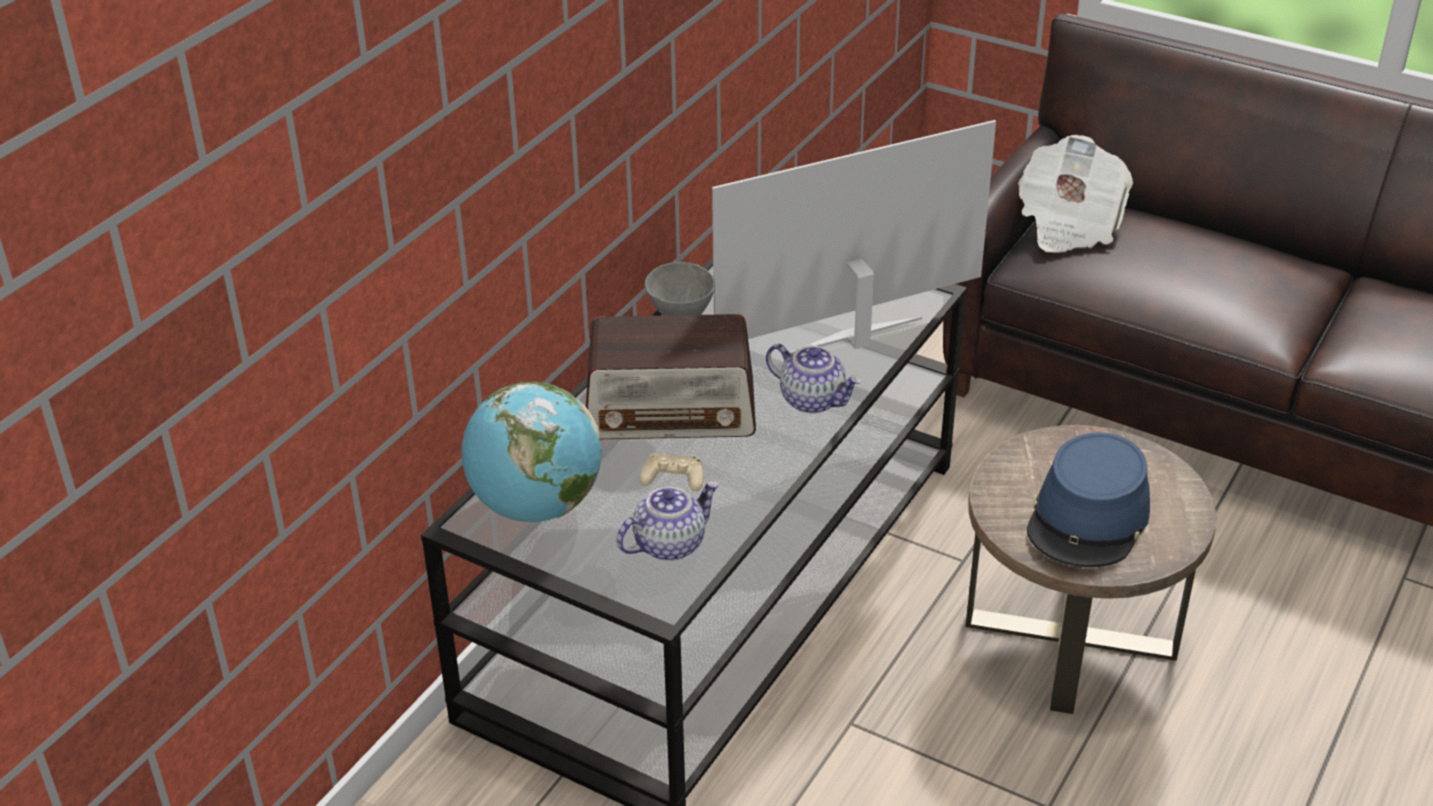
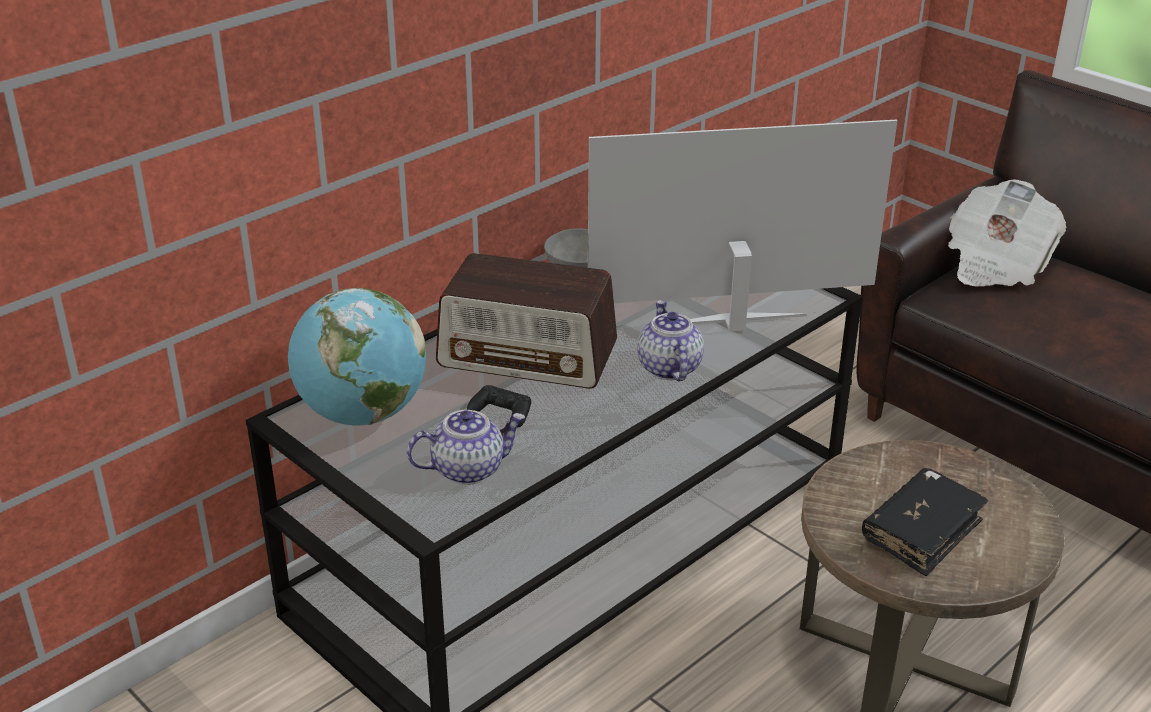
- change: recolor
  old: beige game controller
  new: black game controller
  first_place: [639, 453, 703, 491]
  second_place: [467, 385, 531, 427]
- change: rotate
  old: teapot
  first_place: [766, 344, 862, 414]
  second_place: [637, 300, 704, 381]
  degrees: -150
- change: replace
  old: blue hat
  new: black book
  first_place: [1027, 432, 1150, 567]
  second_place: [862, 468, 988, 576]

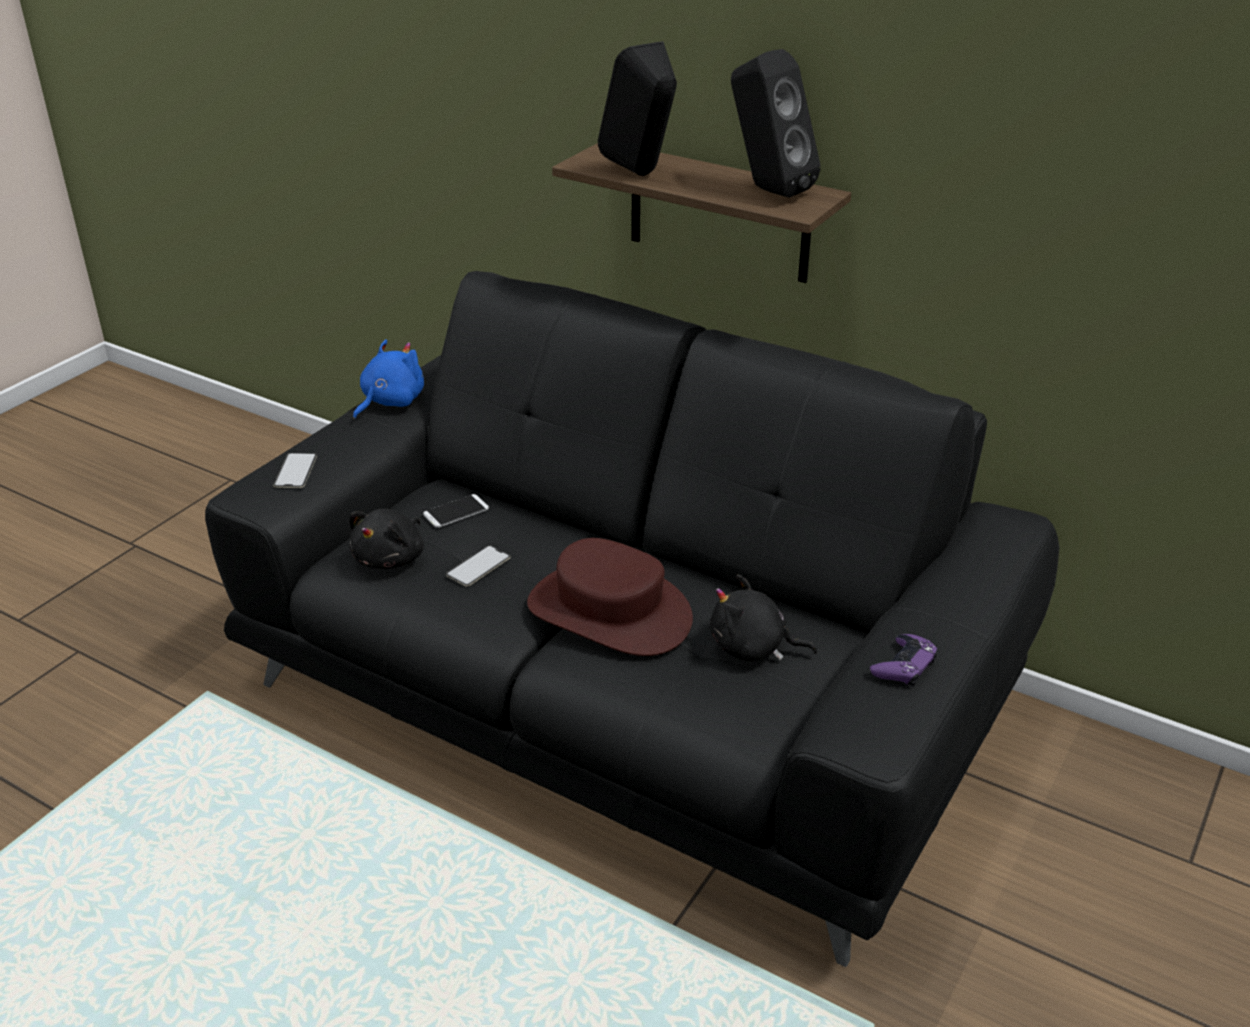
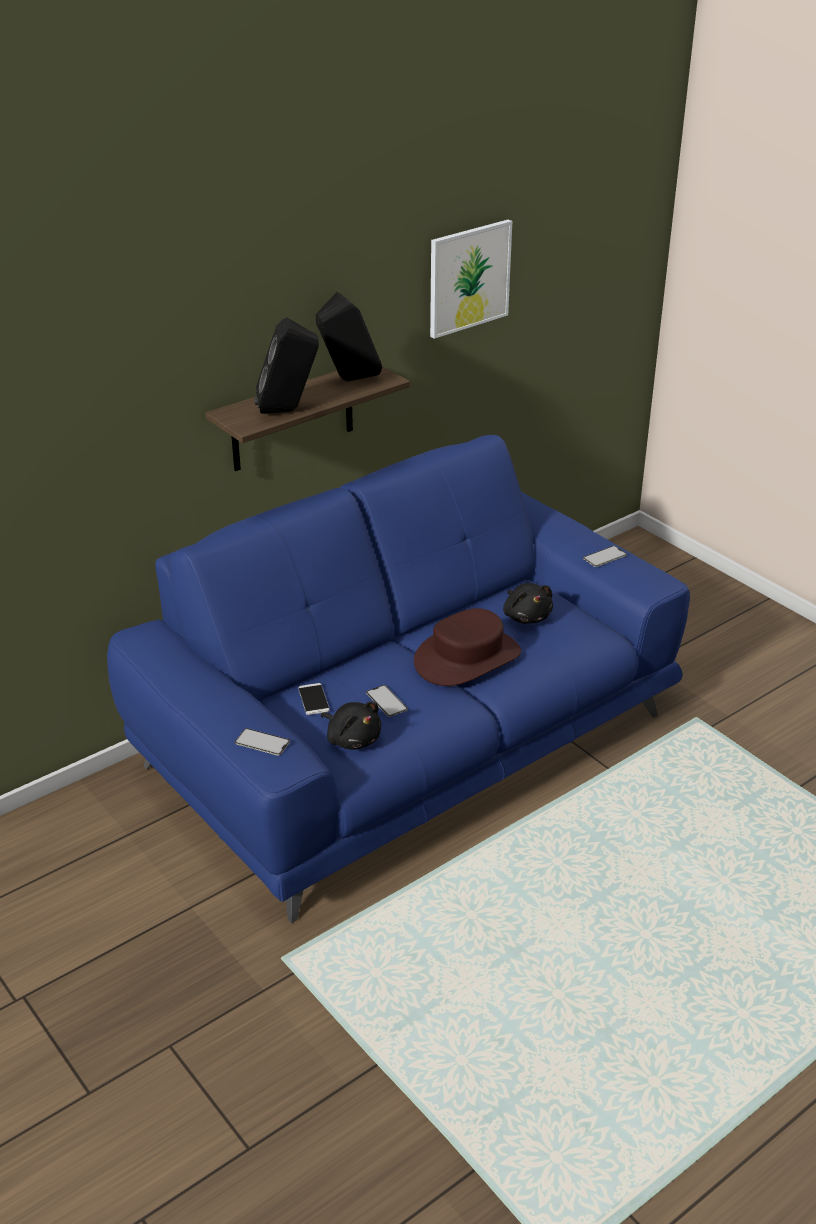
- change: recolor
  old: black sofa
  new: blue sofa
  first_place: [205, 271, 1059, 967]
  second_place: [107, 435, 690, 923]
- change: insert
  new: picture
  second_place: [430, 220, 512, 339]
- change: rotate
  old: black plush toy
  first_place: [710, 574, 817, 662]
  second_place: [503, 583, 553, 624]
  degrees: -60
- change: replace
  old: purple game controller
  new: phone
  first_place: [870, 634, 938, 687]
  second_place: [583, 546, 627, 567]
- change: delete
  old: blue plush toy
  first_place: [353, 339, 424, 420]

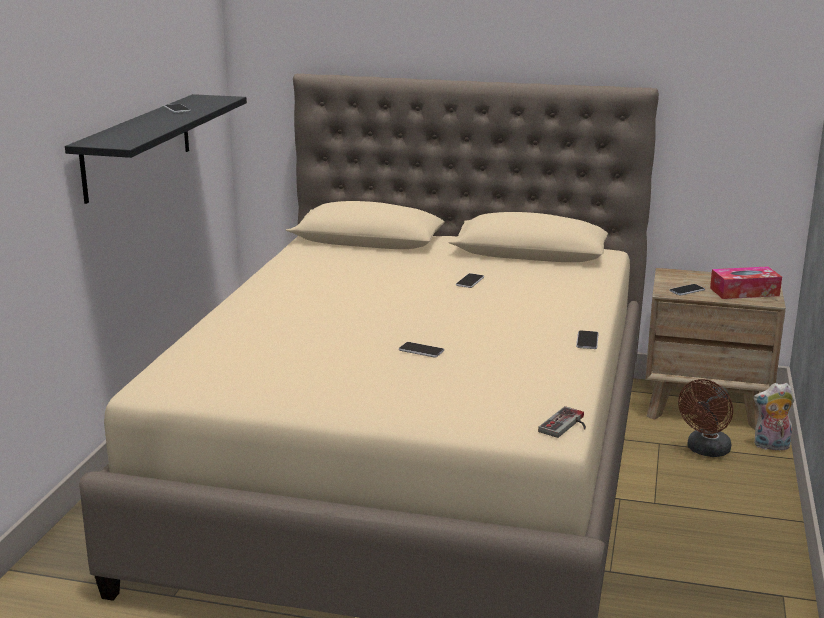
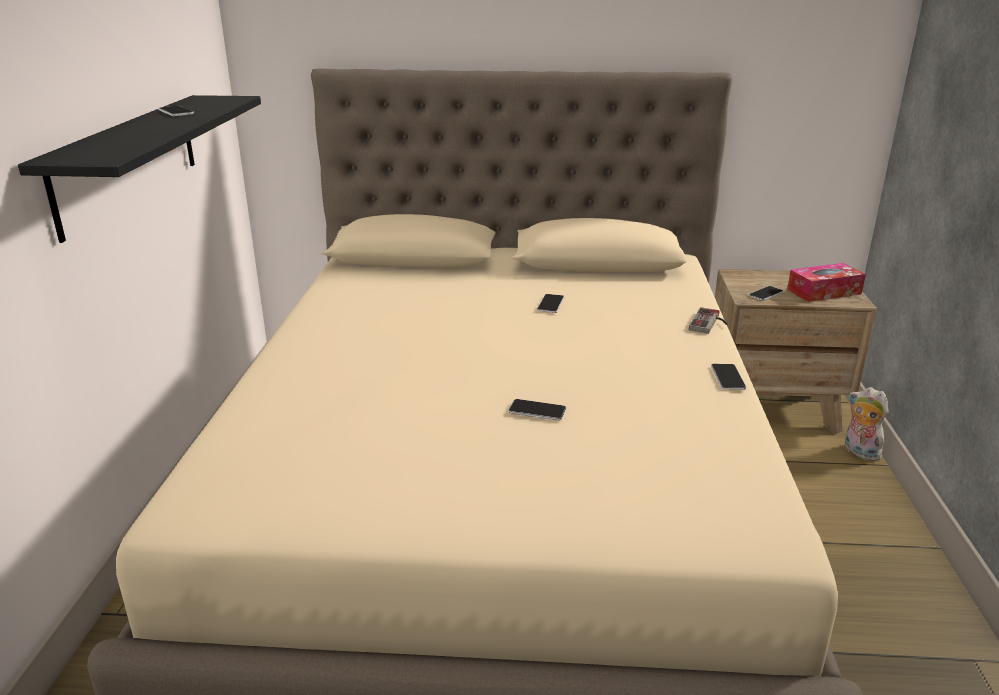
- change: move
  old: game controller
  first_place: [538, 406, 586, 438]
  second_place: [689, 307, 727, 334]
- change: rotate
  old: plush toy
  first_place: [753, 383, 794, 450]
  second_place: [845, 387, 889, 461]
  degrees: 60
- change: delete
  old: brown fan
  first_place: [678, 379, 733, 457]

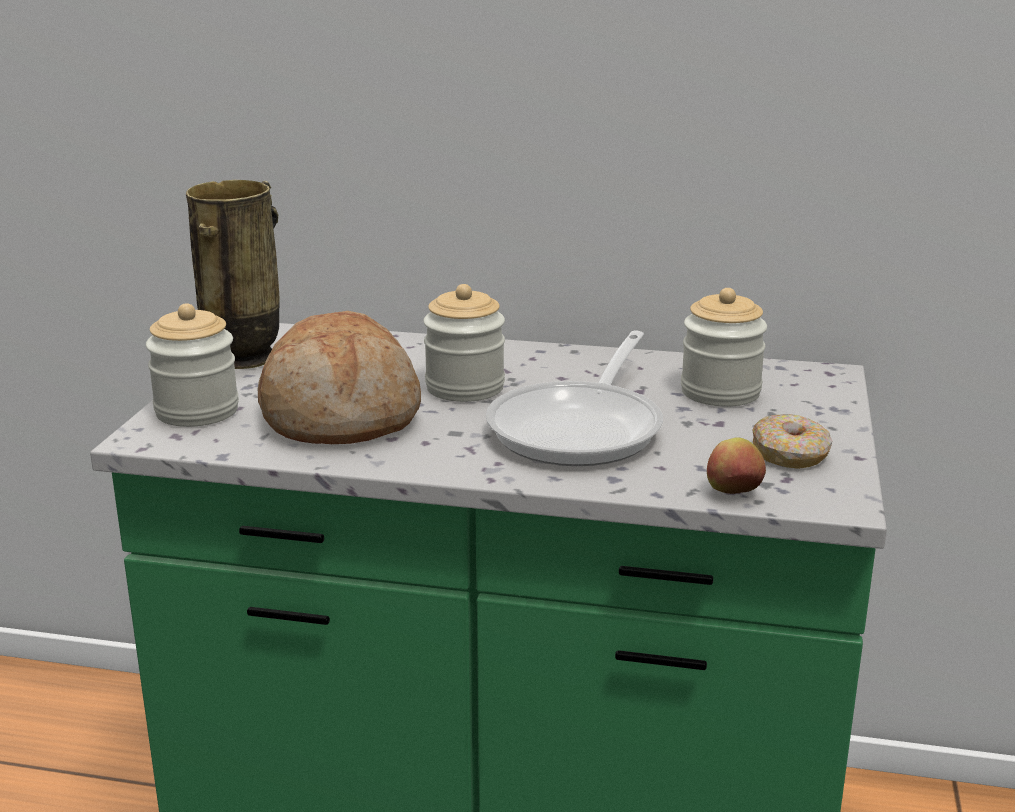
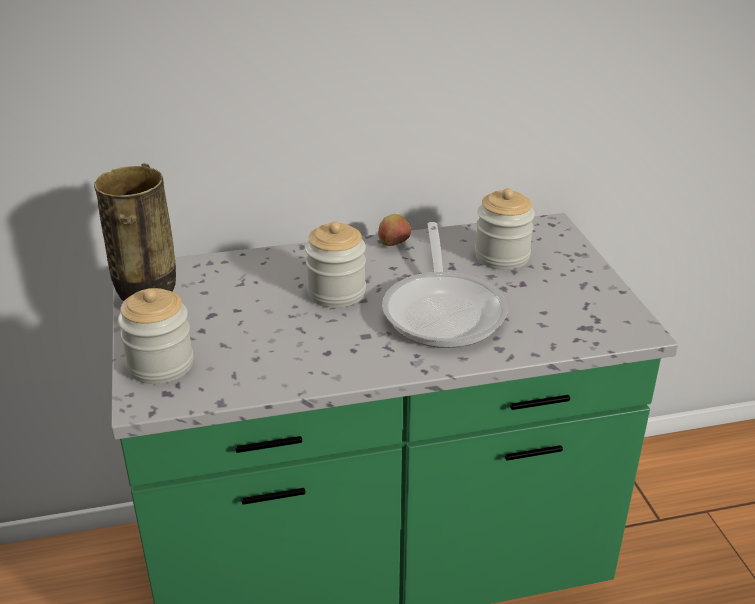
- change: move
  old: apple
  first_place: [707, 437, 766, 494]
  second_place: [378, 214, 411, 246]
- change: delete
  old: bread
  first_place: [258, 311, 421, 444]
- change: delete
  old: donut
  first_place: [753, 414, 832, 469]

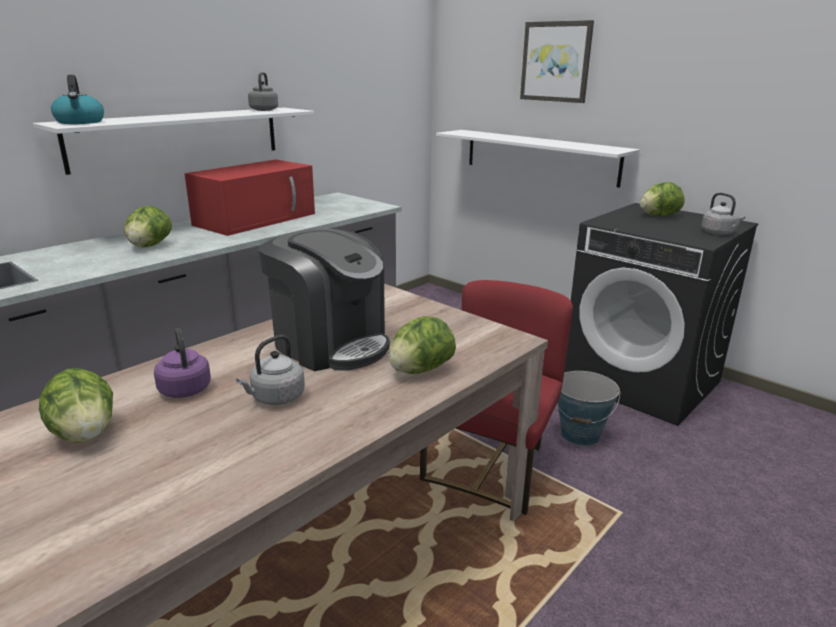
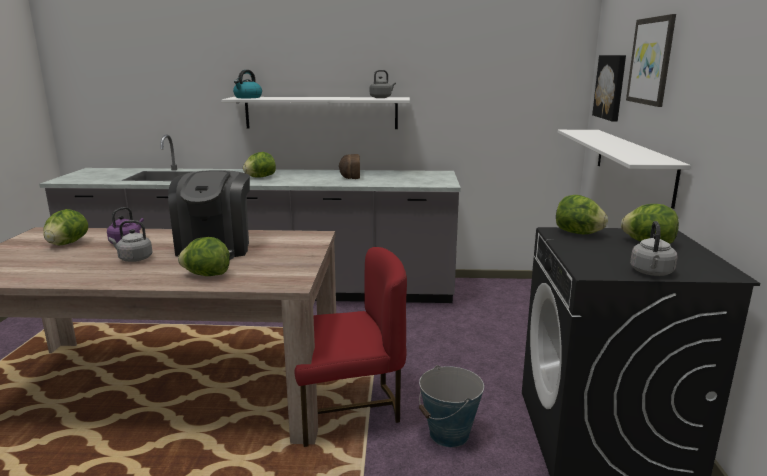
- change: replace
  old: red microwave
  new: bread
  first_place: [185, 160, 315, 236]
  second_place: [339, 154, 360, 179]
- change: insert
  new: lettuce
  second_place: [556, 195, 608, 234]
- change: insert
  new: picture
  second_place: [592, 55, 626, 121]

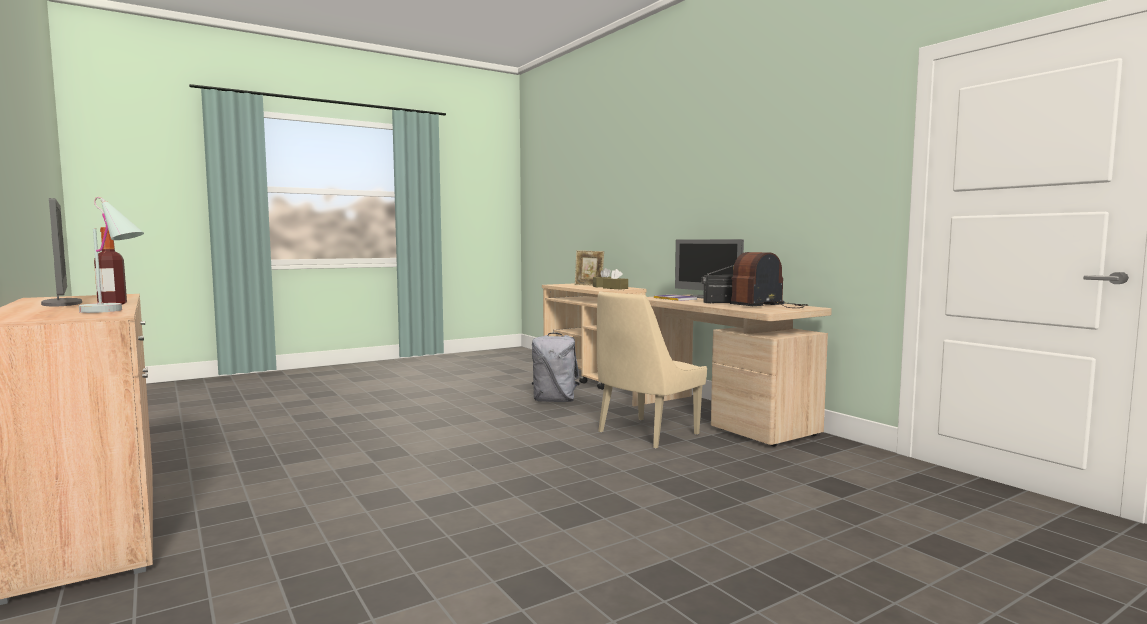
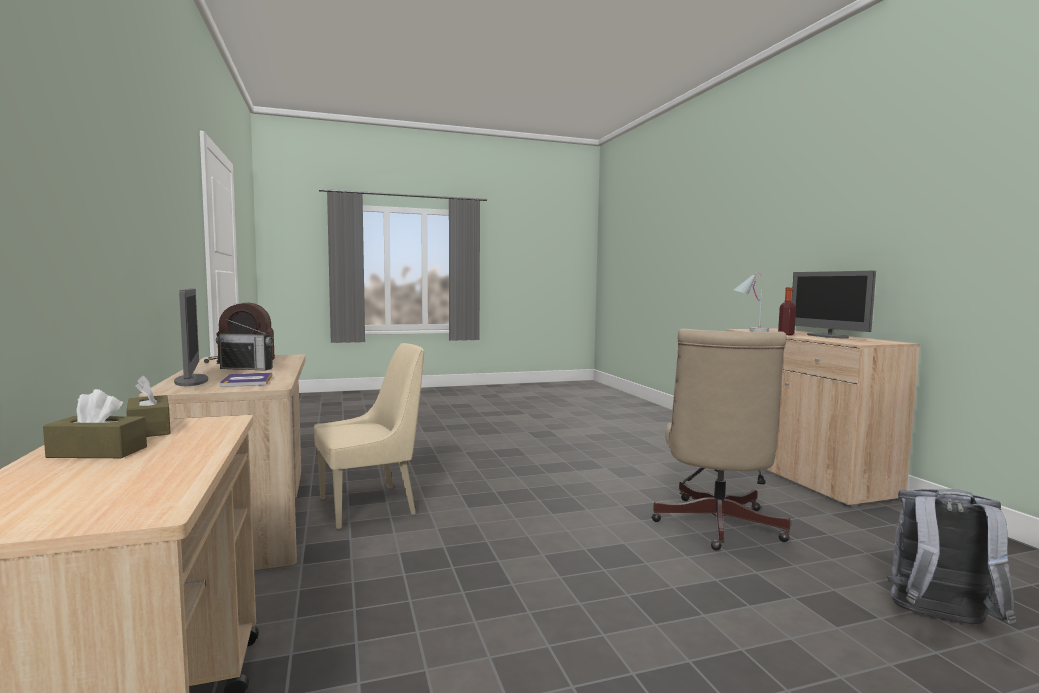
- change: insert
  new: beige office chair
  second_place: [651, 329, 790, 551]
- change: move
  old: grey backpack
  first_place: [532, 332, 580, 402]
  second_place: [887, 489, 1016, 625]
- change: delete
  old: picture frame
  first_place: [575, 250, 604, 286]

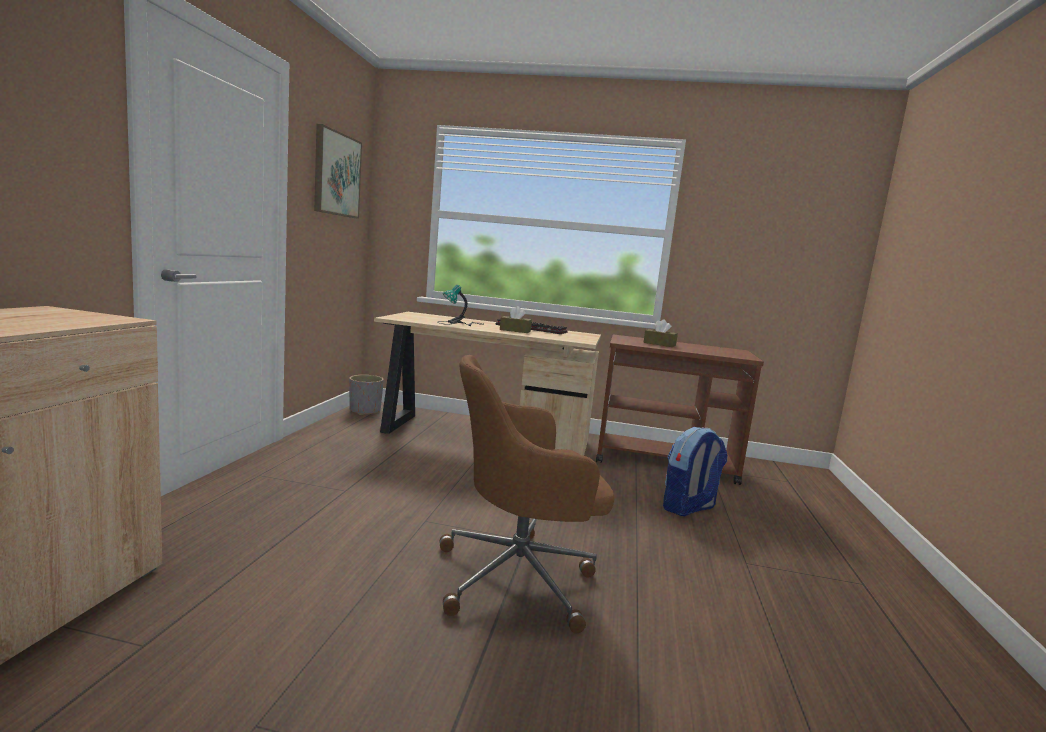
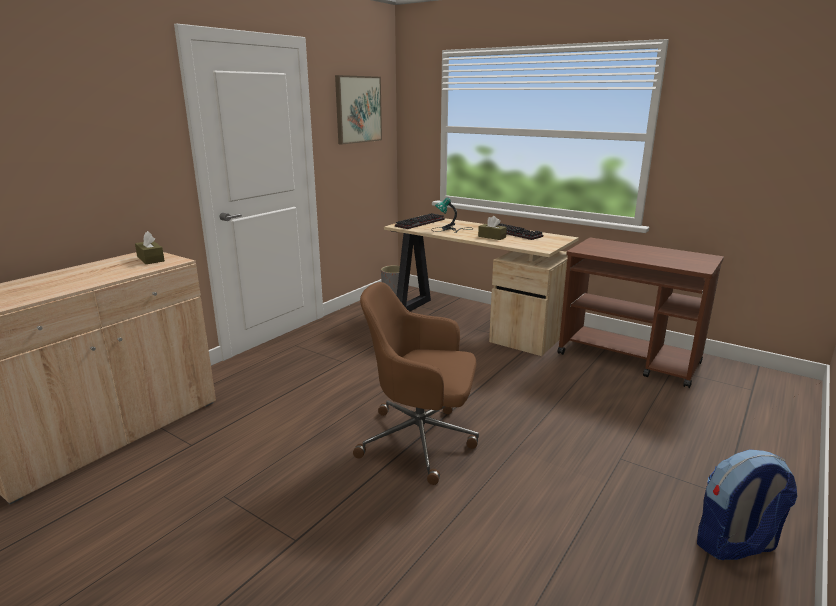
- change: move
  old: brown tissue box
  first_place: [644, 319, 678, 347]
  second_place: [135, 231, 165, 264]
- change: insert
  new: keyboard
  second_place: [395, 213, 445, 229]
- change: move
  old: backpack
  first_place: [663, 427, 727, 516]
  second_place: [697, 449, 797, 560]

